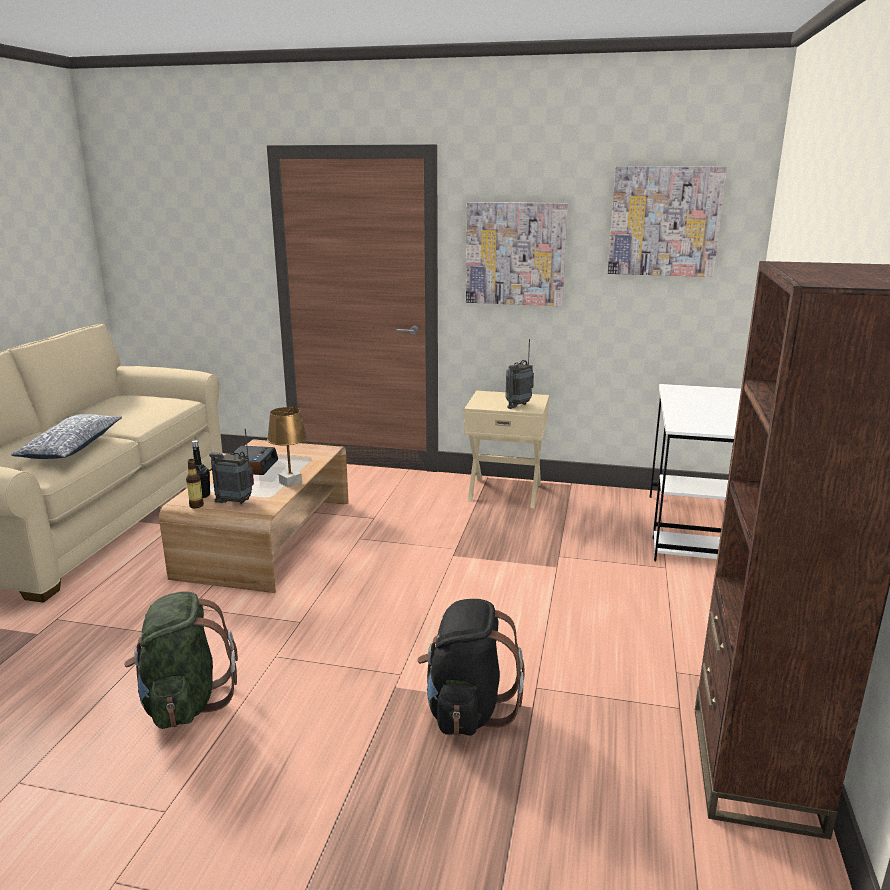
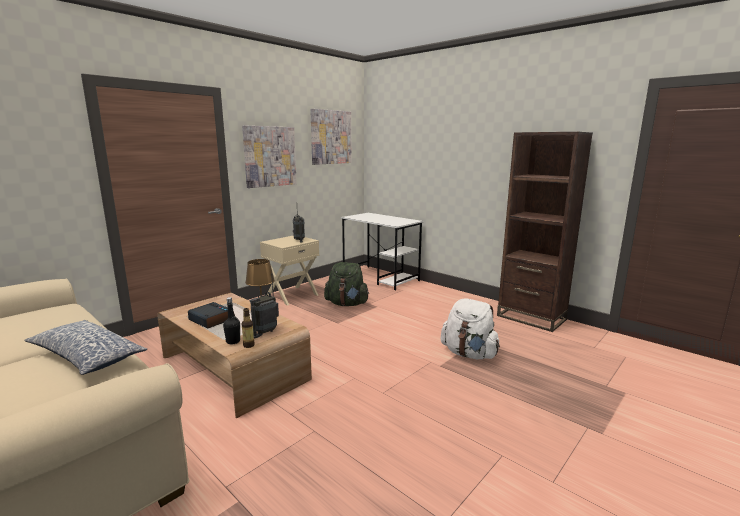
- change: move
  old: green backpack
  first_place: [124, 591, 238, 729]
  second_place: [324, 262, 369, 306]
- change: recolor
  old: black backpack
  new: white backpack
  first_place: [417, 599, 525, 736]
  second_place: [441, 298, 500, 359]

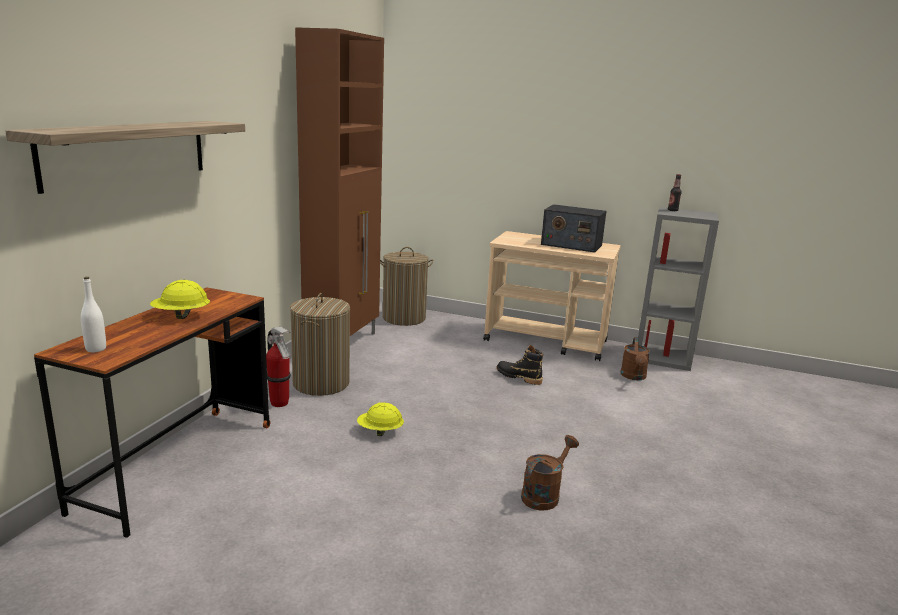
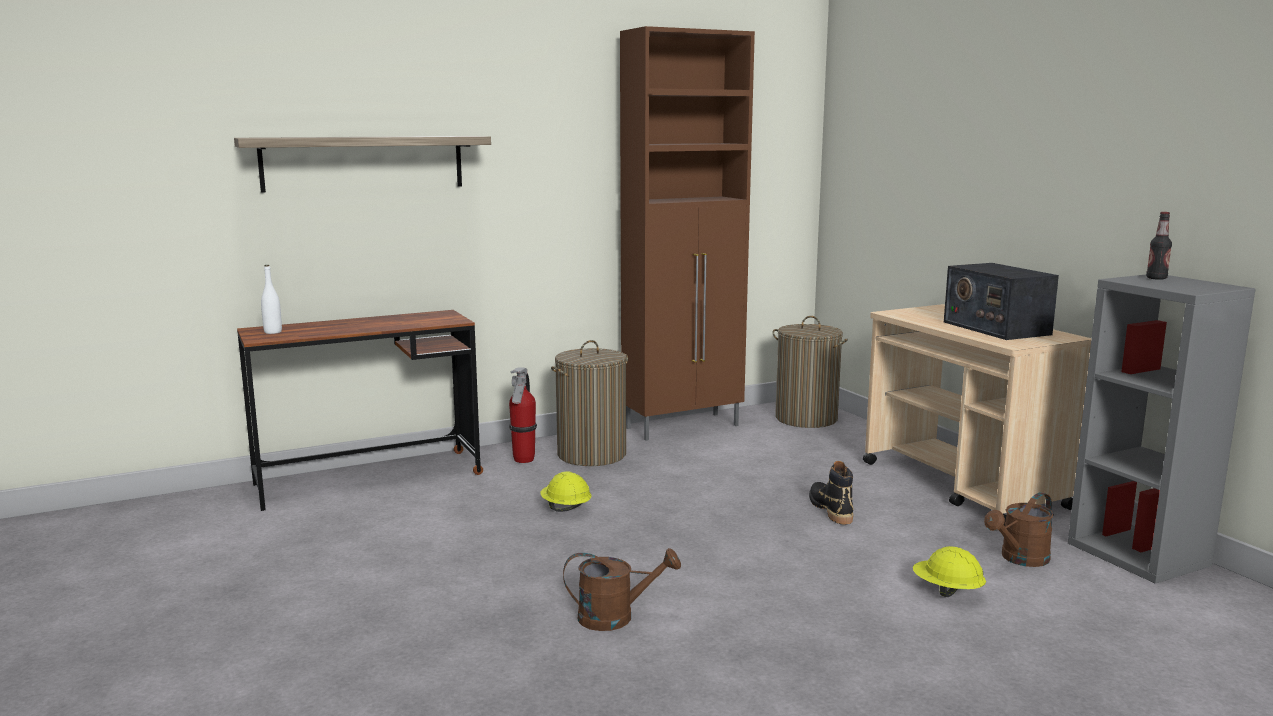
- change: move
  old: yellow hard hat
  first_place: [150, 280, 210, 319]
  second_place: [913, 546, 986, 597]

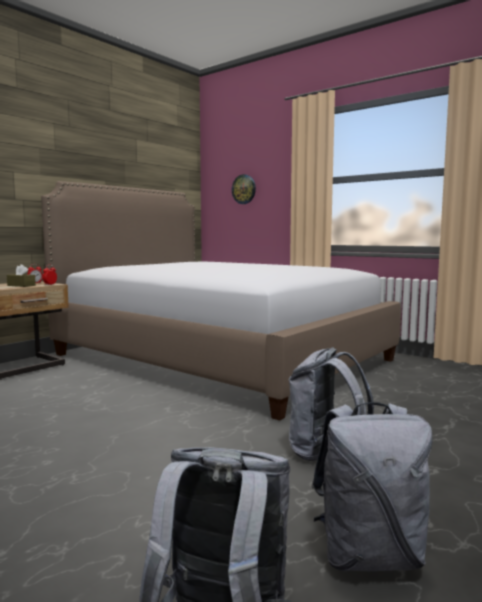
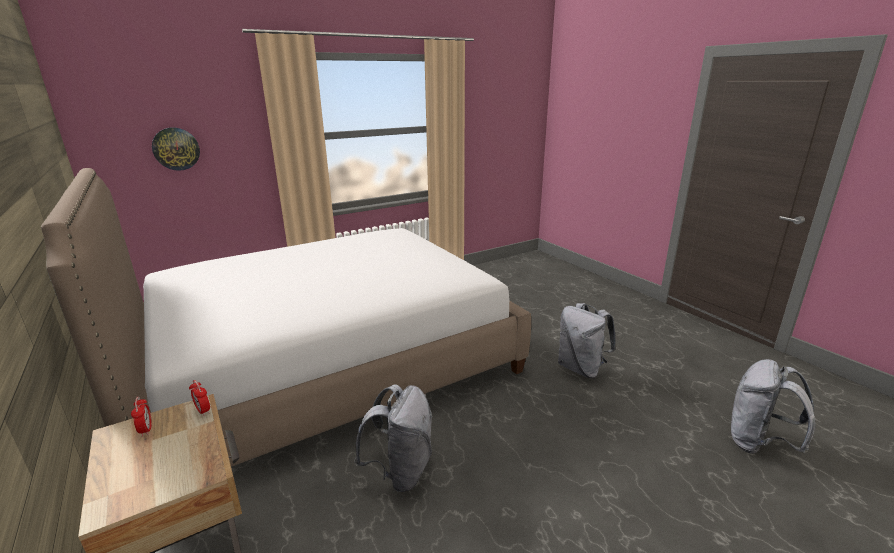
- change: move
  old: grey backpack
  first_place: [311, 402, 433, 571]
  second_place: [354, 384, 432, 492]
- change: delete
  old: brown tissue box
  first_place: [7, 264, 36, 287]

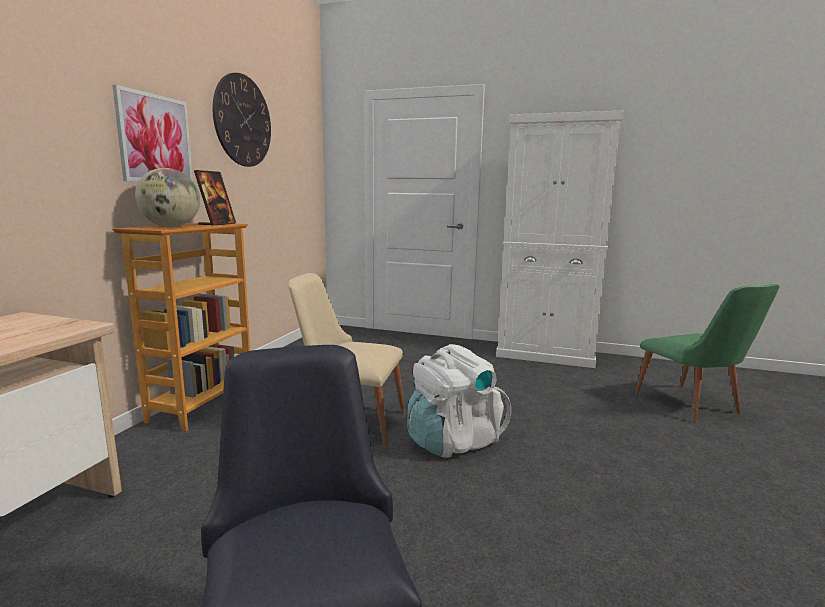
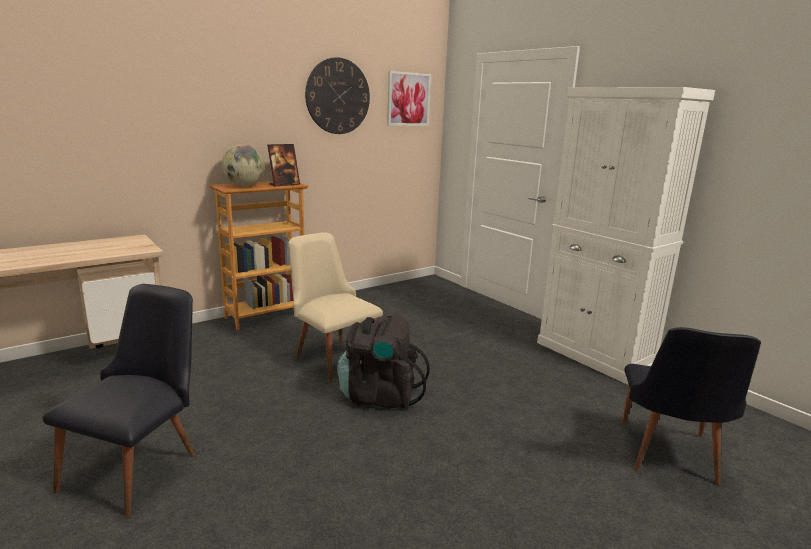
- change: recolor
  old: white backpack
  new: black backpack
  first_place: [407, 344, 511, 458]
  second_place: [337, 314, 430, 409]
- change: move
  old: picture
  first_place: [112, 85, 193, 182]
  second_place: [387, 71, 431, 126]
- change: recolor
  old: green chair
  new: black chair
  first_place: [635, 284, 779, 423]
  second_place: [622, 327, 761, 486]

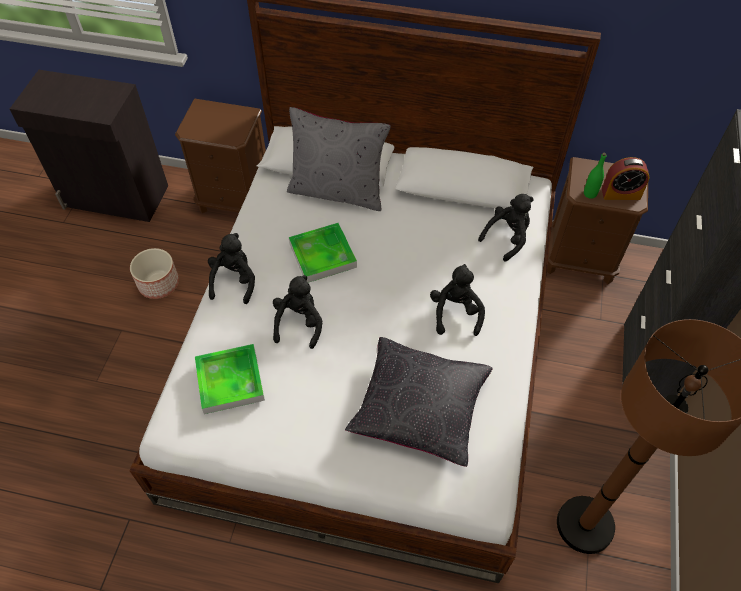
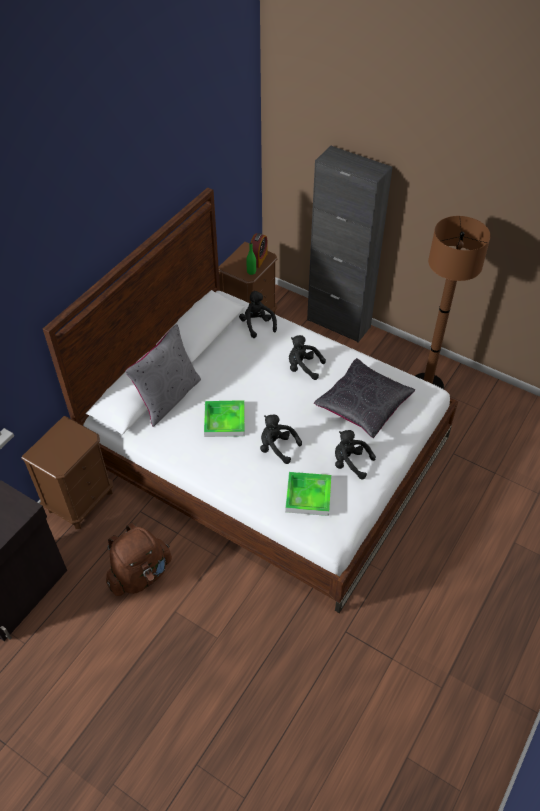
- change: replace
  old: planter
  new: brown backpack
  first_place: [130, 248, 179, 299]
  second_place: [106, 523, 172, 596]
- change: move
  old: black plush toy
  first_place: [208, 233, 255, 304]
  second_place: [335, 430, 376, 479]

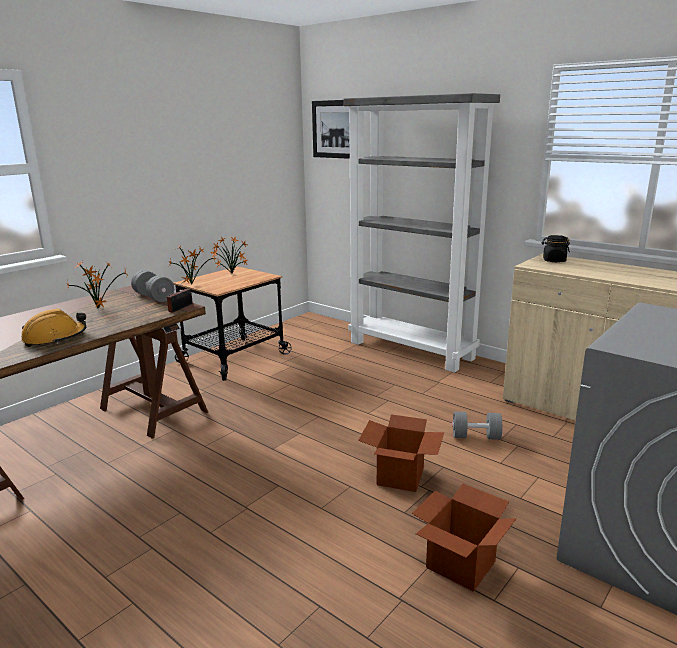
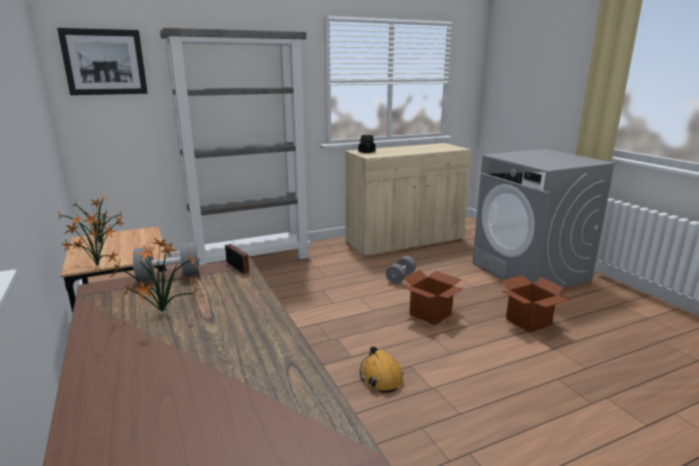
- change: move
  old: orange hard hat
  first_place: [21, 308, 87, 347]
  second_place: [360, 346, 403, 393]

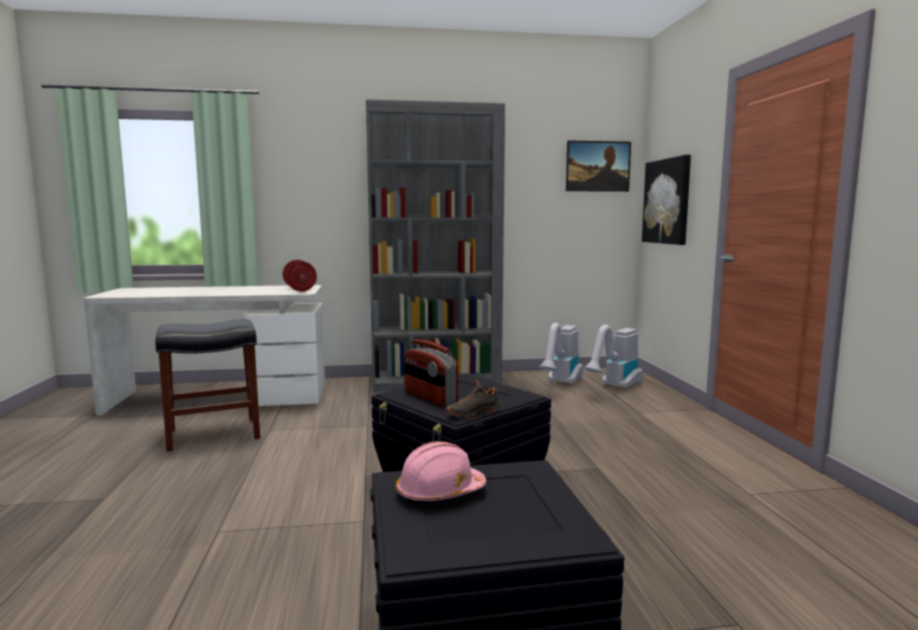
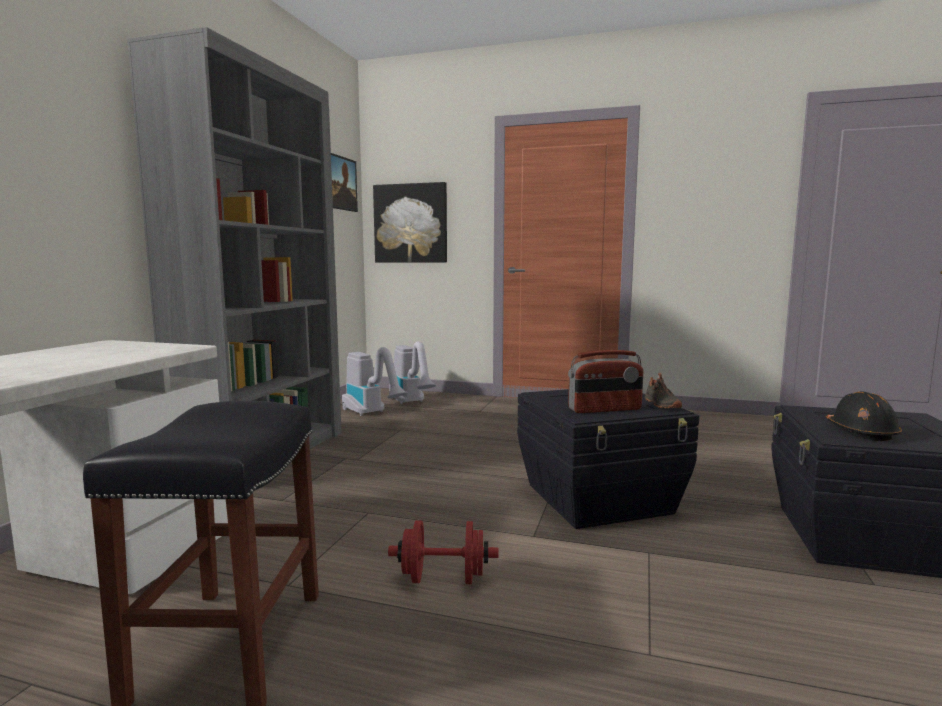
- change: move
  old: red dumbbell
  first_place: [283, 260, 317, 291]
  second_place: [388, 520, 499, 584]
- change: recolor
  old: pink hard hat
  new: black hard hat
  first_place: [395, 441, 486, 504]
  second_place: [825, 392, 902, 441]

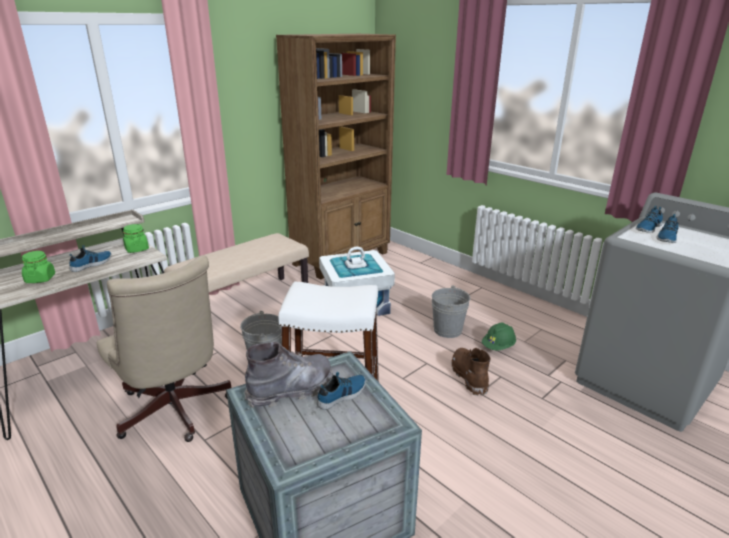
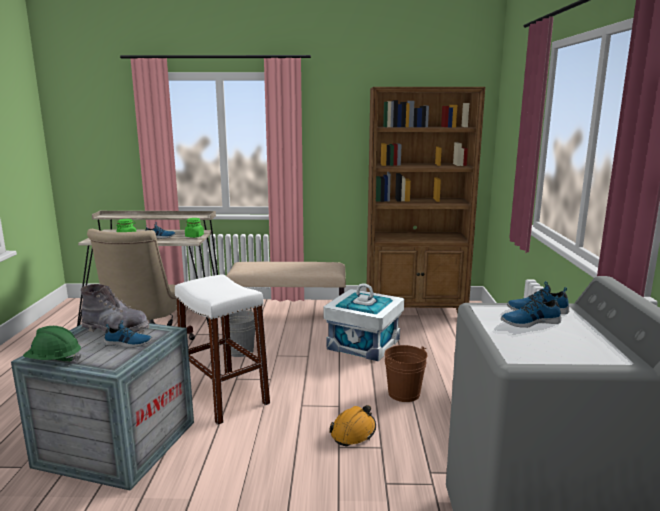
- change: move
  old: green hard hat
  first_place: [482, 323, 516, 351]
  second_place: [23, 326, 81, 362]
- change: replace
  old: brown boot
  new: orange hard hat
  first_place: [452, 348, 491, 396]
  second_place: [329, 405, 376, 447]
- change: recolor
  old: grey bucket
  new: brown bucket
  first_place: [432, 285, 470, 338]
  second_place: [385, 345, 428, 402]

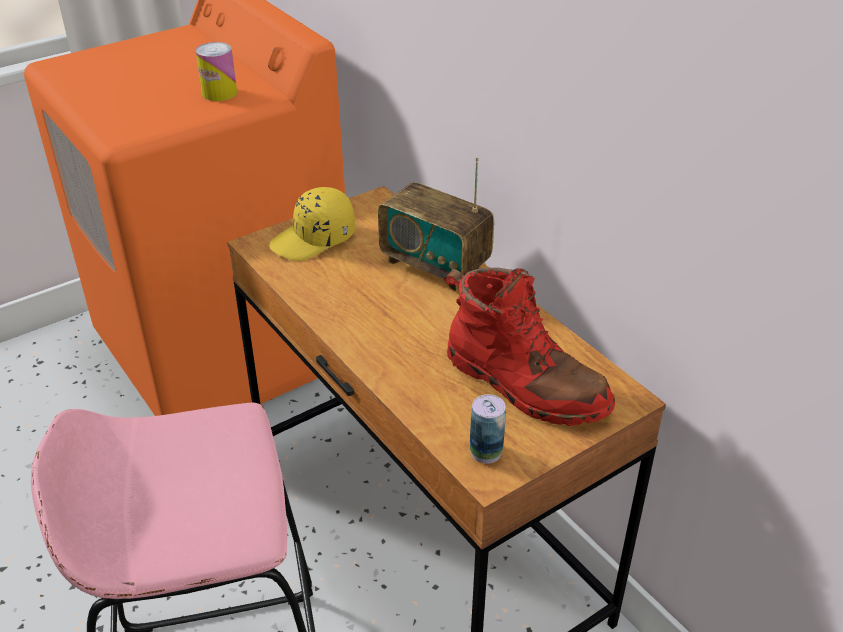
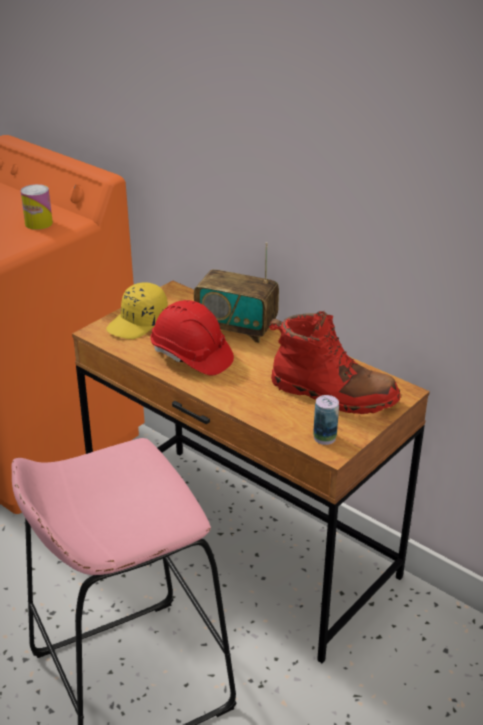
- change: insert
  new: red hard hat
  second_place: [150, 300, 234, 376]

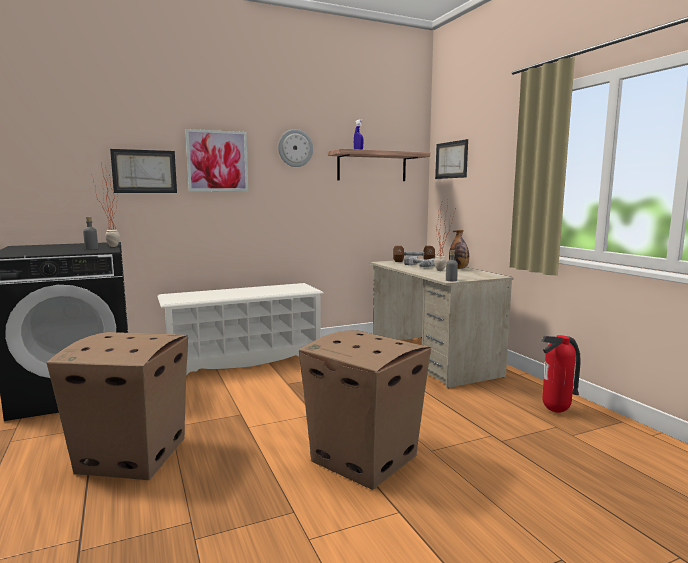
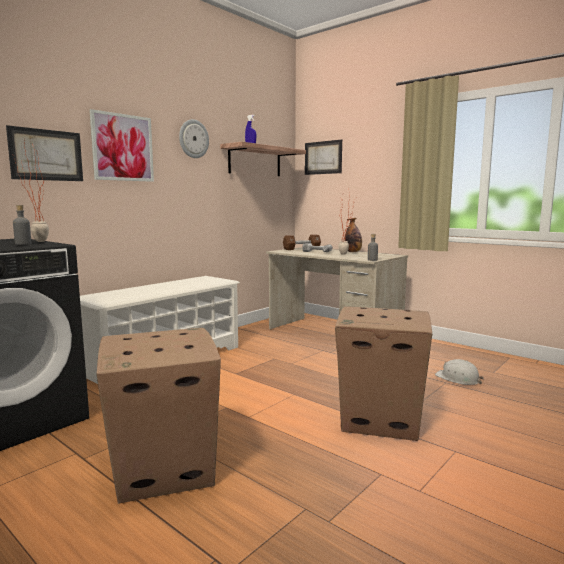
- change: insert
  new: white hard hat
  second_place: [435, 359, 484, 385]
- change: delete
  old: fire extinguisher
  first_place: [542, 335, 581, 413]

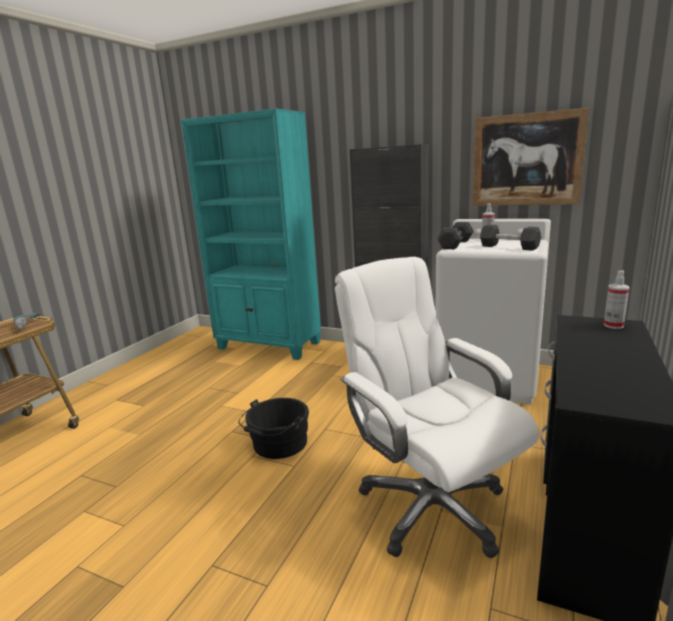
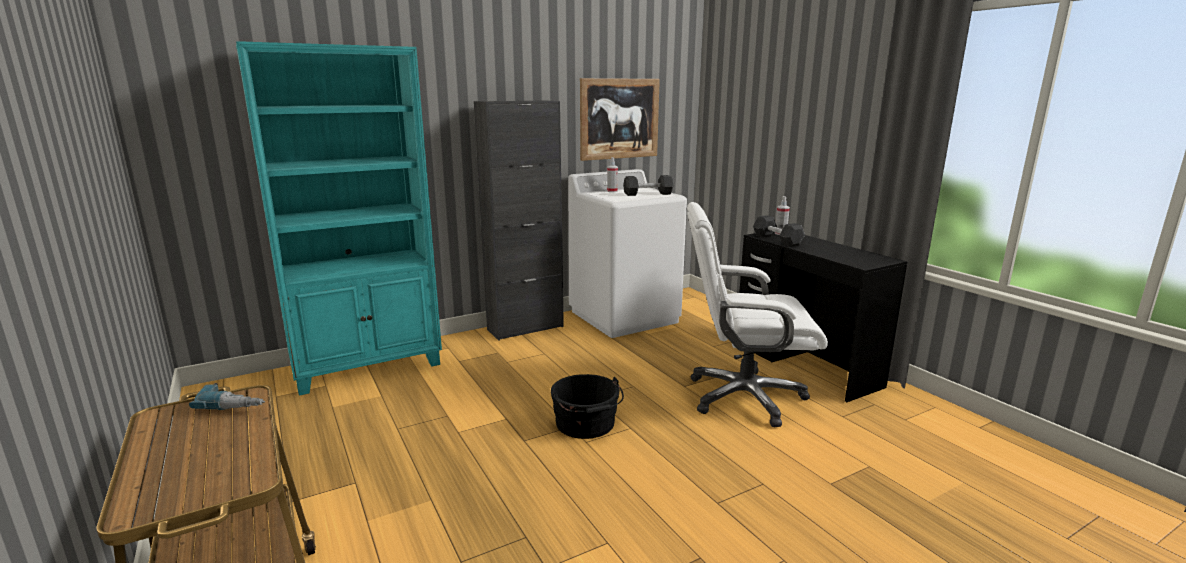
- change: move
  old: black dumbbell
  first_place: [437, 222, 474, 249]
  second_place: [753, 215, 805, 247]

